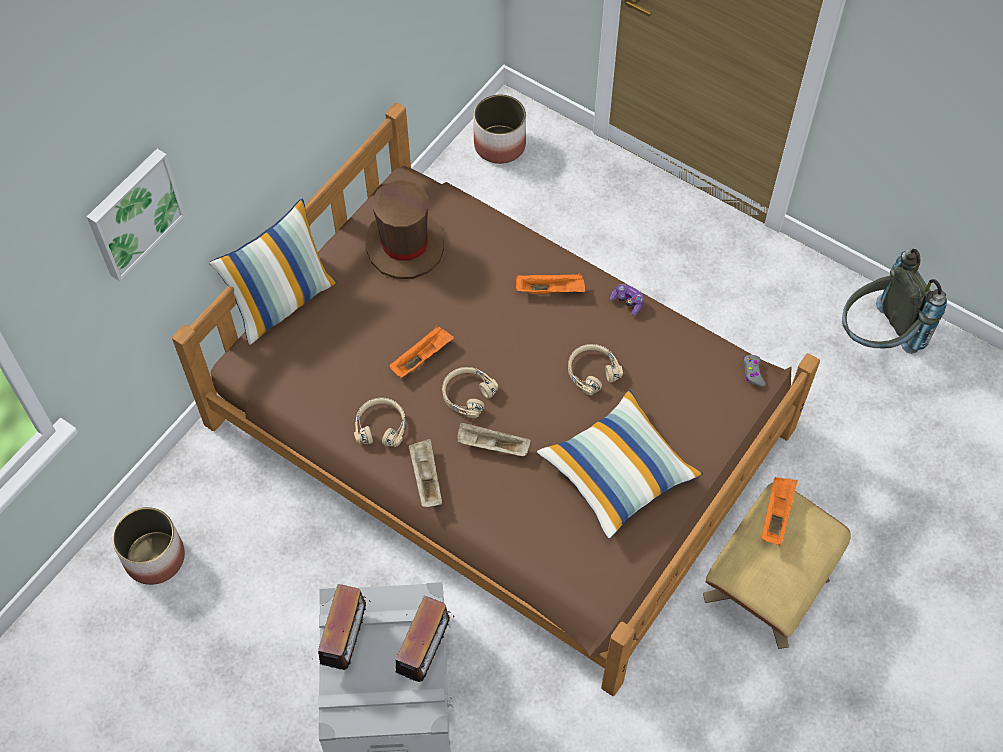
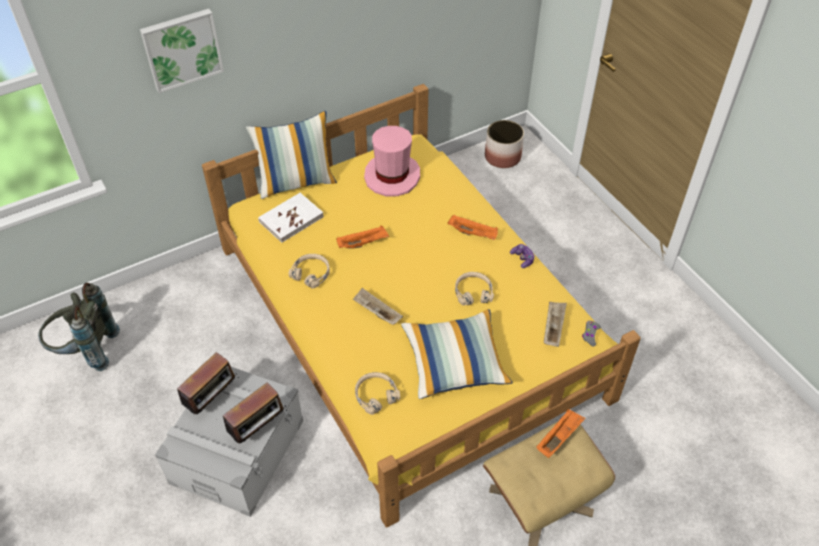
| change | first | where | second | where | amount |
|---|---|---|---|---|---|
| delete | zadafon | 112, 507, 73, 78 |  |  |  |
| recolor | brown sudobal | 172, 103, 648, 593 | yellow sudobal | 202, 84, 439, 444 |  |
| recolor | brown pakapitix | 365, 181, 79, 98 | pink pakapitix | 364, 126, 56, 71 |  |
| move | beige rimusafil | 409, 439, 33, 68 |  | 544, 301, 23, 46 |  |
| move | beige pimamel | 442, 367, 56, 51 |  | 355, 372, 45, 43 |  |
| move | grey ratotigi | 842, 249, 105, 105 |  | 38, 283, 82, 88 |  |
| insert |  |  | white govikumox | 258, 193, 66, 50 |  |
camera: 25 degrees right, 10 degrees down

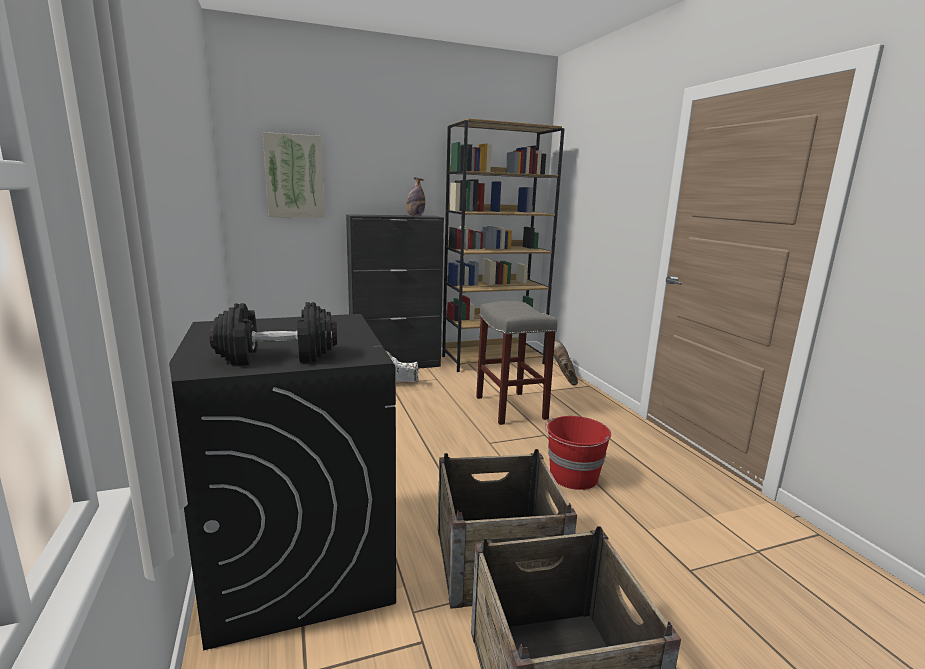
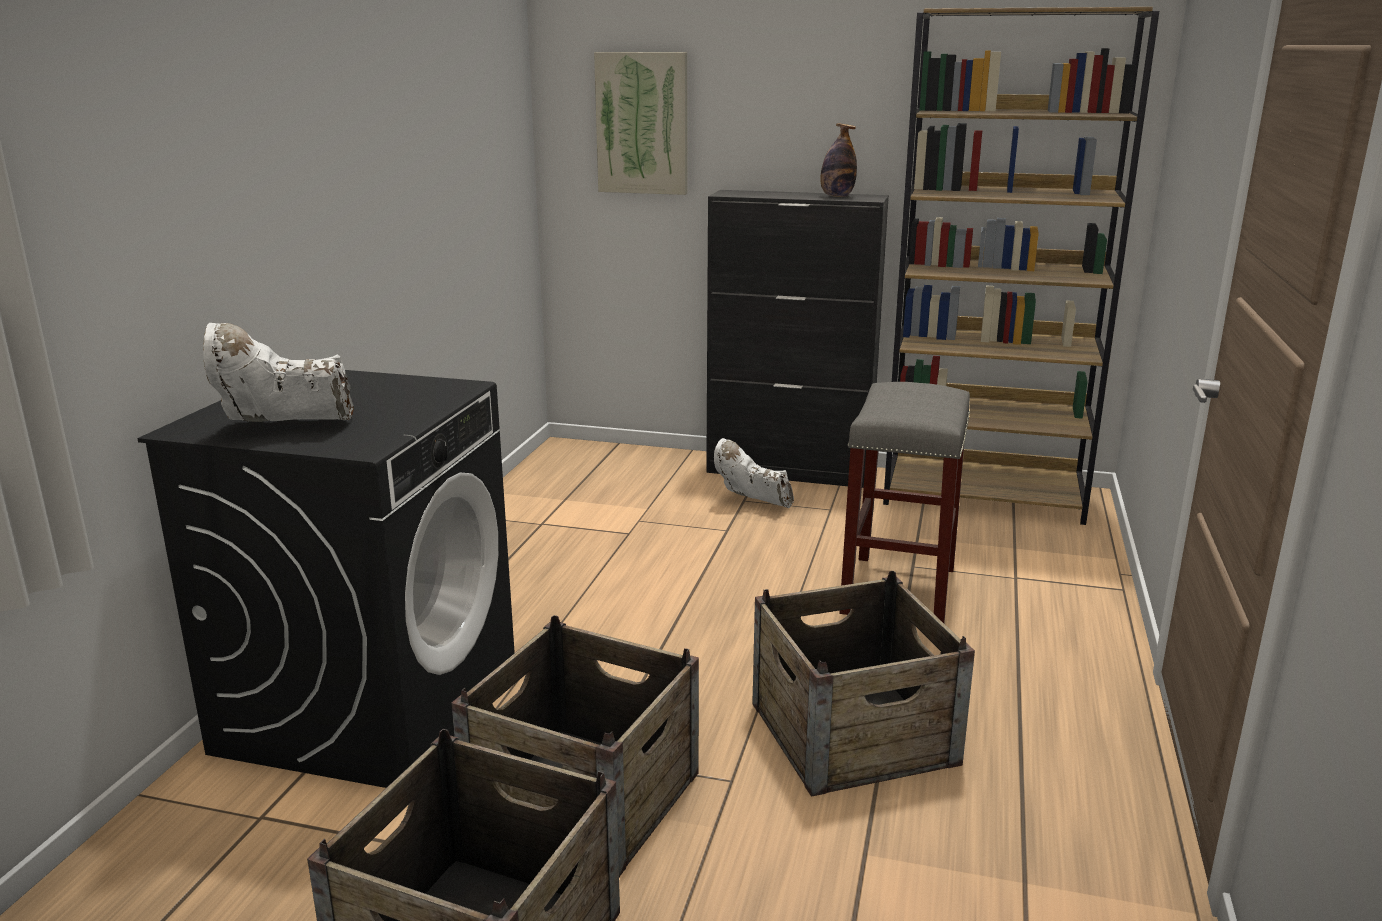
| change | first | where | second | where | amount |
|---|---|---|---|---|---|
| replace | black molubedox | 209, 302, 128, 63 | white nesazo | 203, 323, 151, 99 |  |
| replace | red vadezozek | 545, 416, 66, 74 | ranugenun | 752, 571, 223, 225 |  |
| delete | brown nesazo | 554, 340, 24, 46 |  |  |  |
camera: 35 degrees right, 5 degrees up

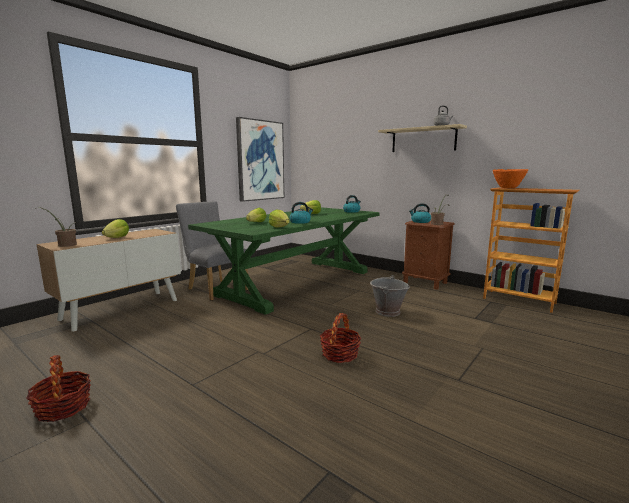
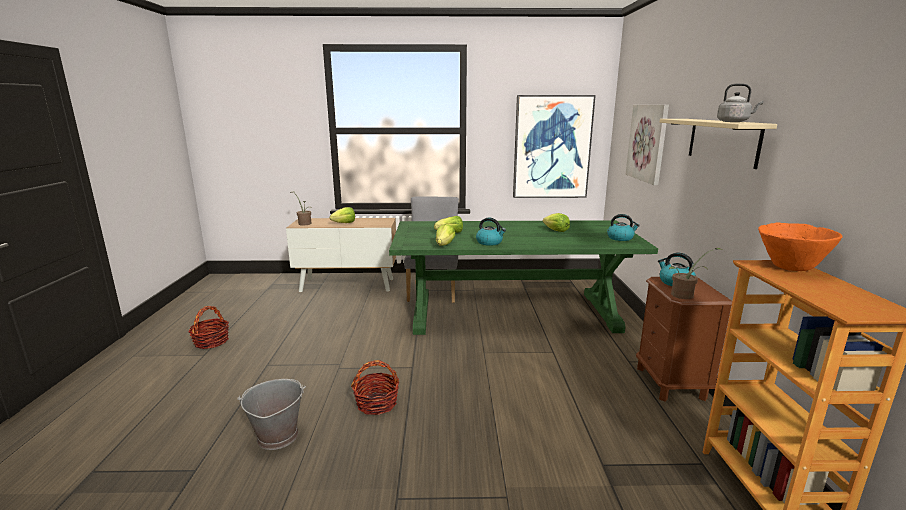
| change | first | where | second | where | amount |
|---|---|---|---|---|---|
| move | grey vadezozek | 370, 275, 40, 42 |  | 237, 379, 69, 71 |  |
| insert |  |  | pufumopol | 626, 105, 43, 80 |  |
camera: 50 degrees right, 5 degrees up

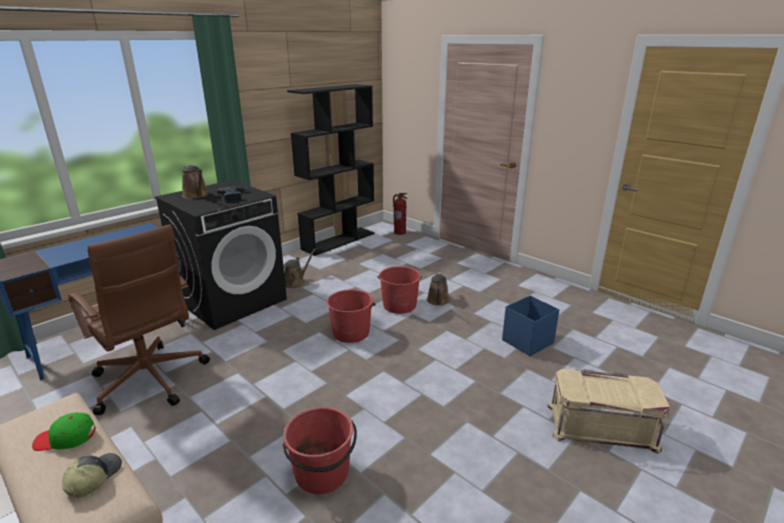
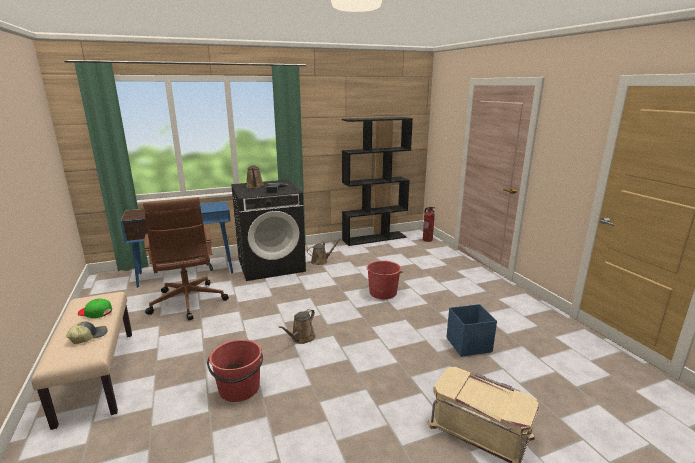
| change | first | where | second | where | amount |
|---|---|---|---|---|---|
| delete | red vadezozek | 326, 289, 49, 54 |  |  |  |
| move | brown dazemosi | 427, 272, 23, 34 |  | 279, 309, 36, 35 |  |
camera: 25 degrees right, 5 degrees down

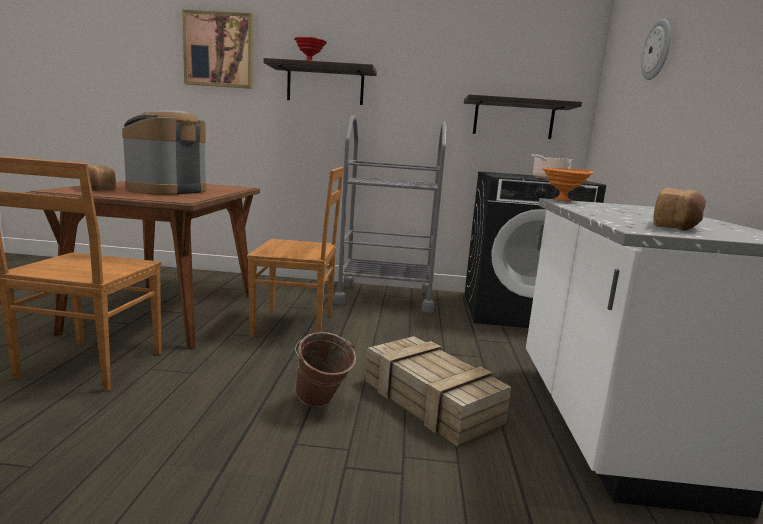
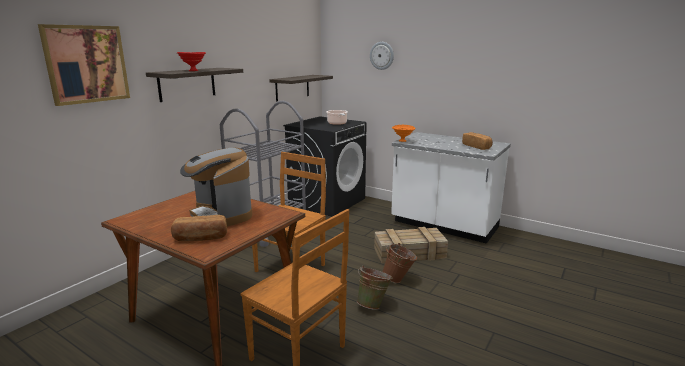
| change | first | where | second | where | amount |
|---|---|---|---|---|---|
| insert |  |  | green vadezozek | 357, 265, 36, 45 |  |
camera: 60 degrees left, 5 degrees up

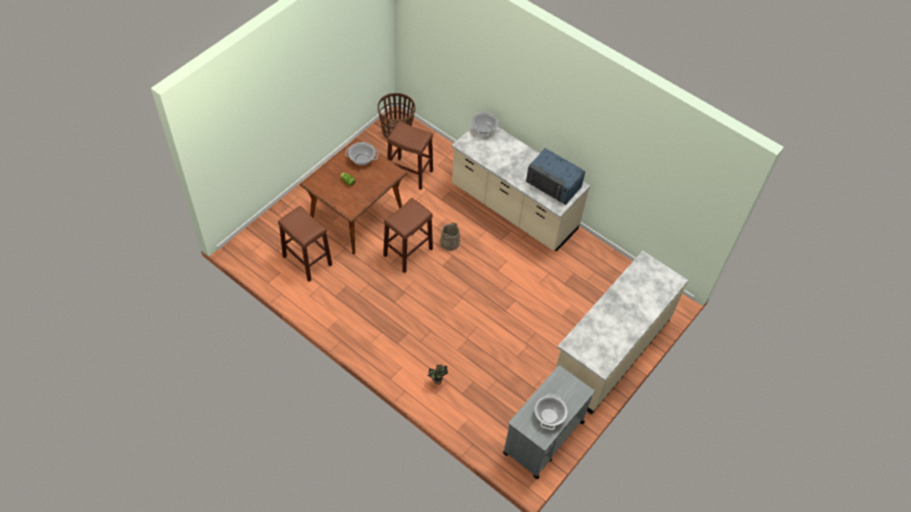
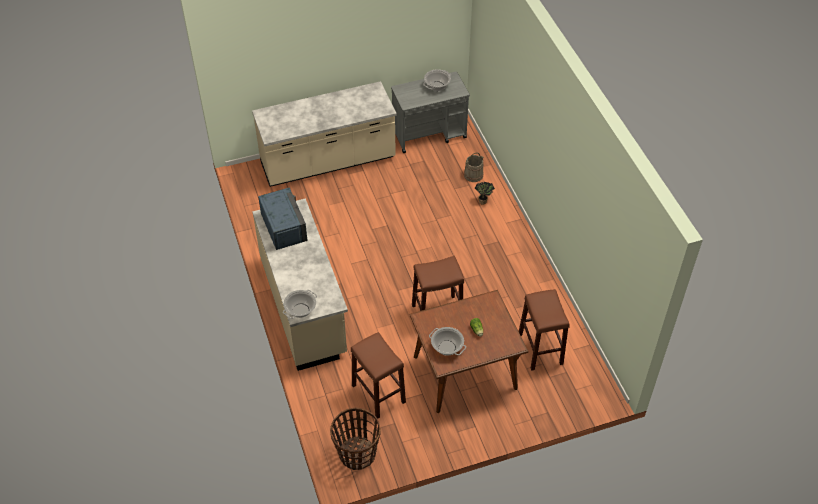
| change | first | where | second | where | amount |
|---|---|---|---|---|---|
| move | beige vadezozek | 440, 222, 20, 29 |  | 464, 153, 20, 29 |  |
camera: 145 degrees left, 5 degrees down

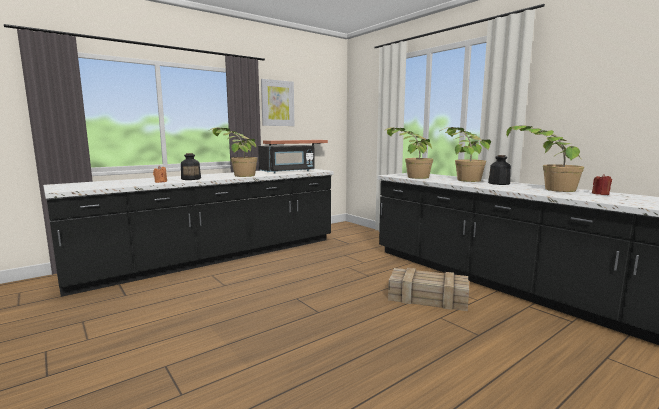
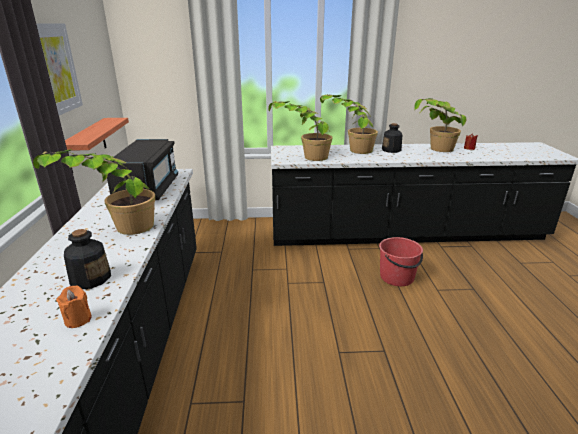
| change | first | where | second | where | amount |
|---|---|---|---|---|---|
| replace | ranugenun | 388, 268, 81, 43 | red vadezozek | 379, 237, 44, 49 |  |
camera: 55 degrees left, 15 degrees up

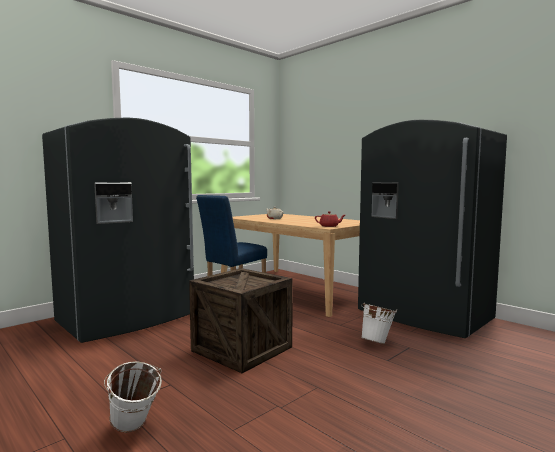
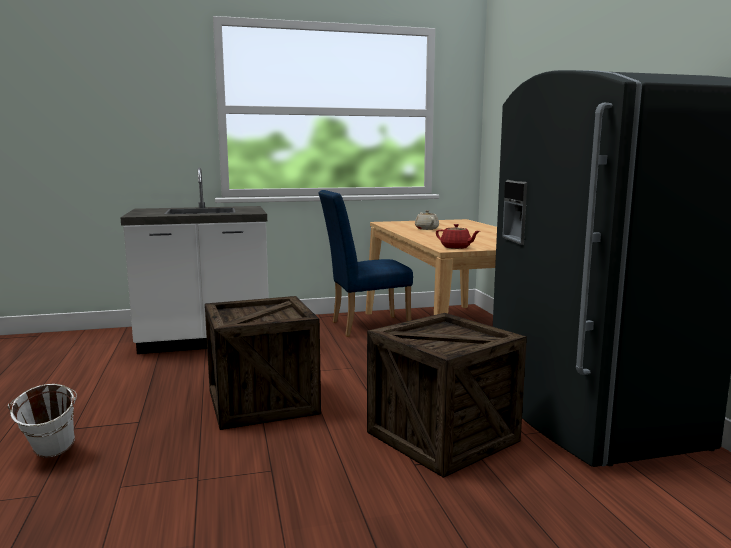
| change | first | where | second | where | amount |
|---|---|---|---|---|---|
| replace | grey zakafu | 42, 118, 152, 225 | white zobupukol | 120, 168, 149, 186 |  |
| replace | white vadezozek | 361, 302, 36, 42 | ranugenun | 367, 313, 160, 165 |  |
camera: 30 degrees right, 5 degrees up

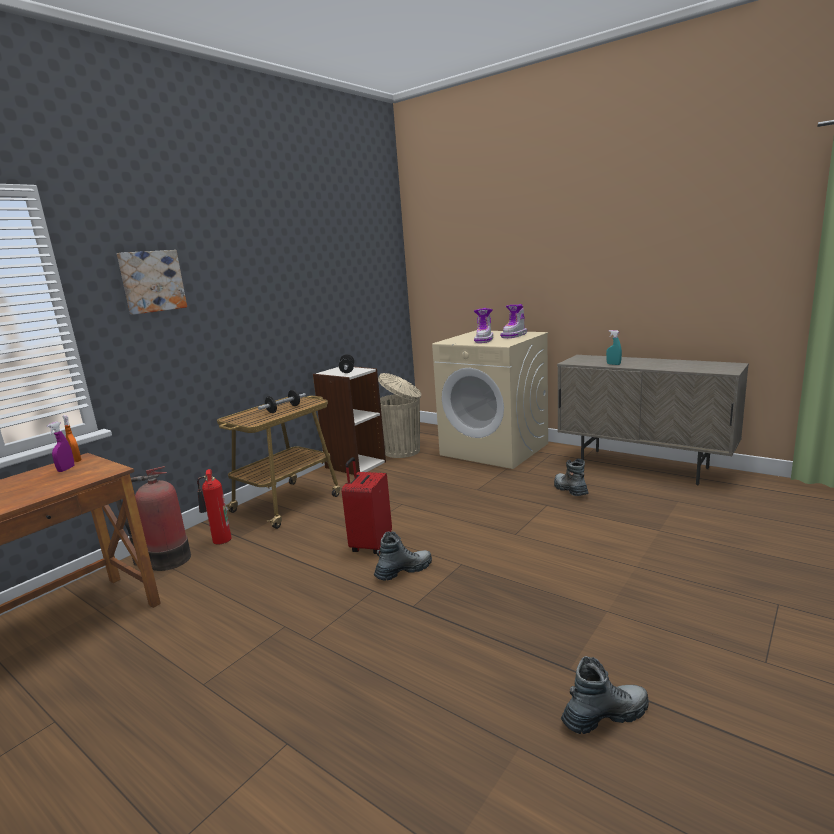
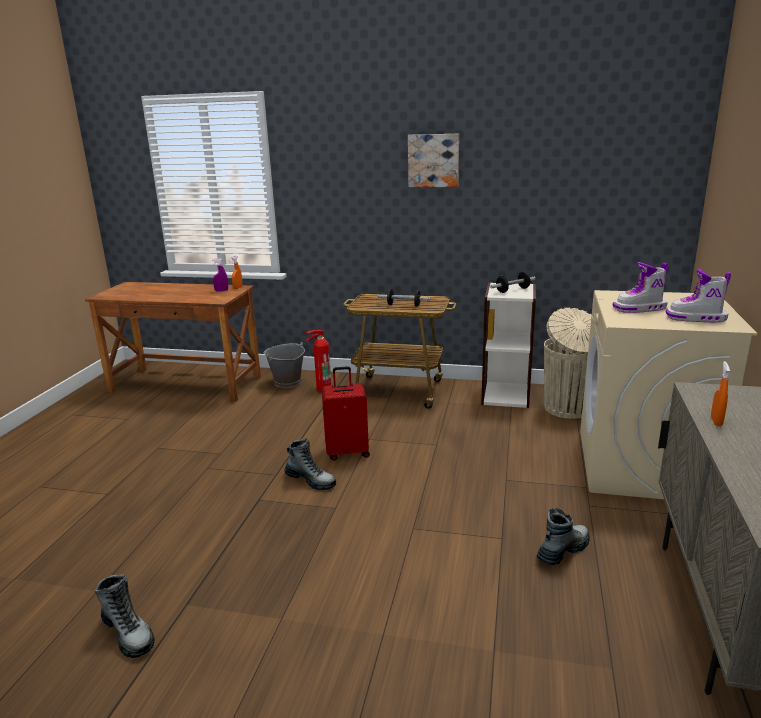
| change | first | where | second | where | amount |
|---|---|---|---|---|---|
| replace | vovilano | 116, 466, 75, 105 | grey vadezozek | 263, 342, 42, 46 |  |
| move | pufumopol | 117, 250, 70, 65 |  | 408, 134, 51, 53 |  |
| recolor | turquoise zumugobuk | 606, 330, 16, 35 | orange zumugobuk | 711, 361, 19, 65 |  |
camera: 65 degrees right, 5 degrees up

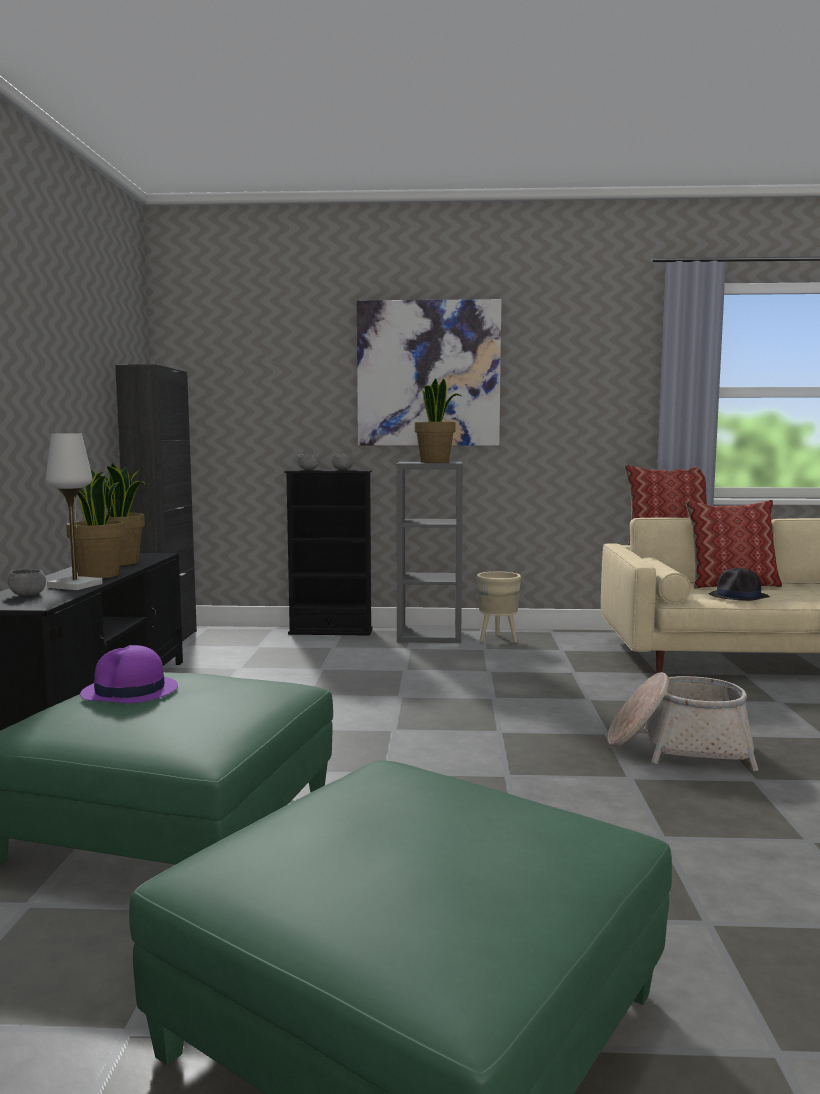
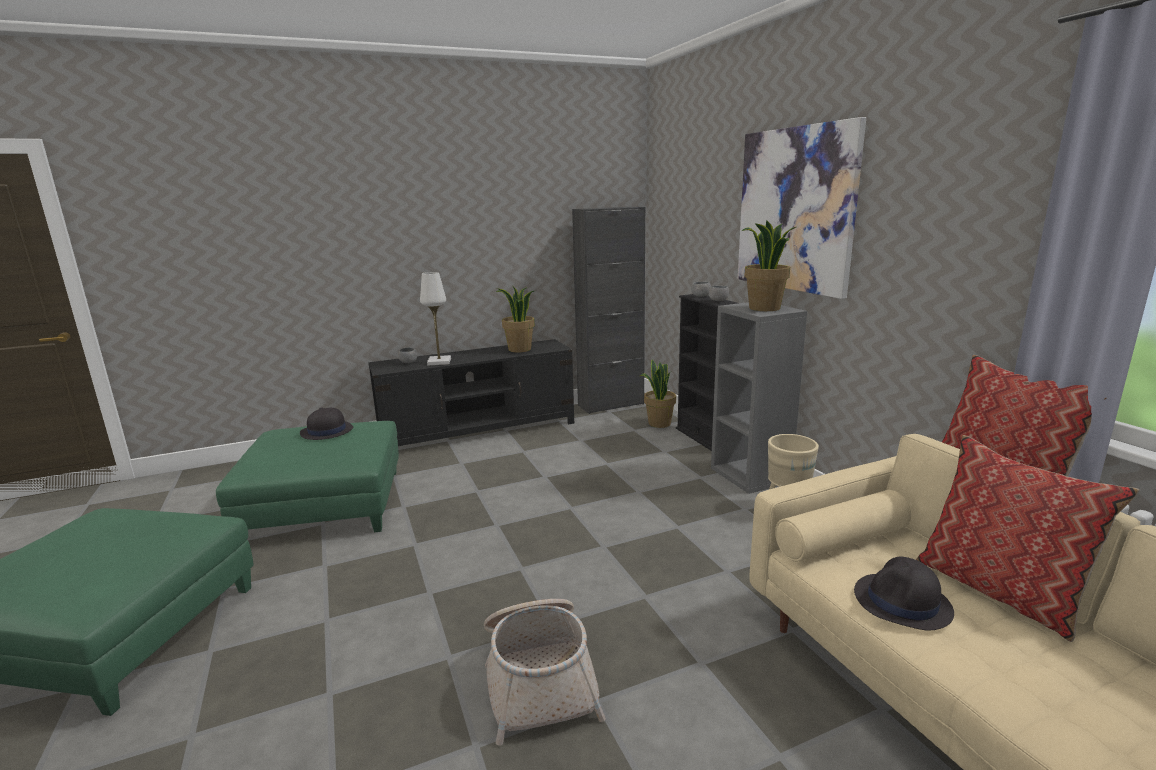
| change | first | where | second | where | amount |
|---|---|---|---|---|---|
| move | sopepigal | 66, 468, 59, 110 |  | 640, 359, 36, 69 |  |
| recolor | purple pakapitix | 80, 645, 98, 58 | black pakapitix | 300, 407, 53, 33 |  |
camera: 65 degrees right, 10 degrees up

